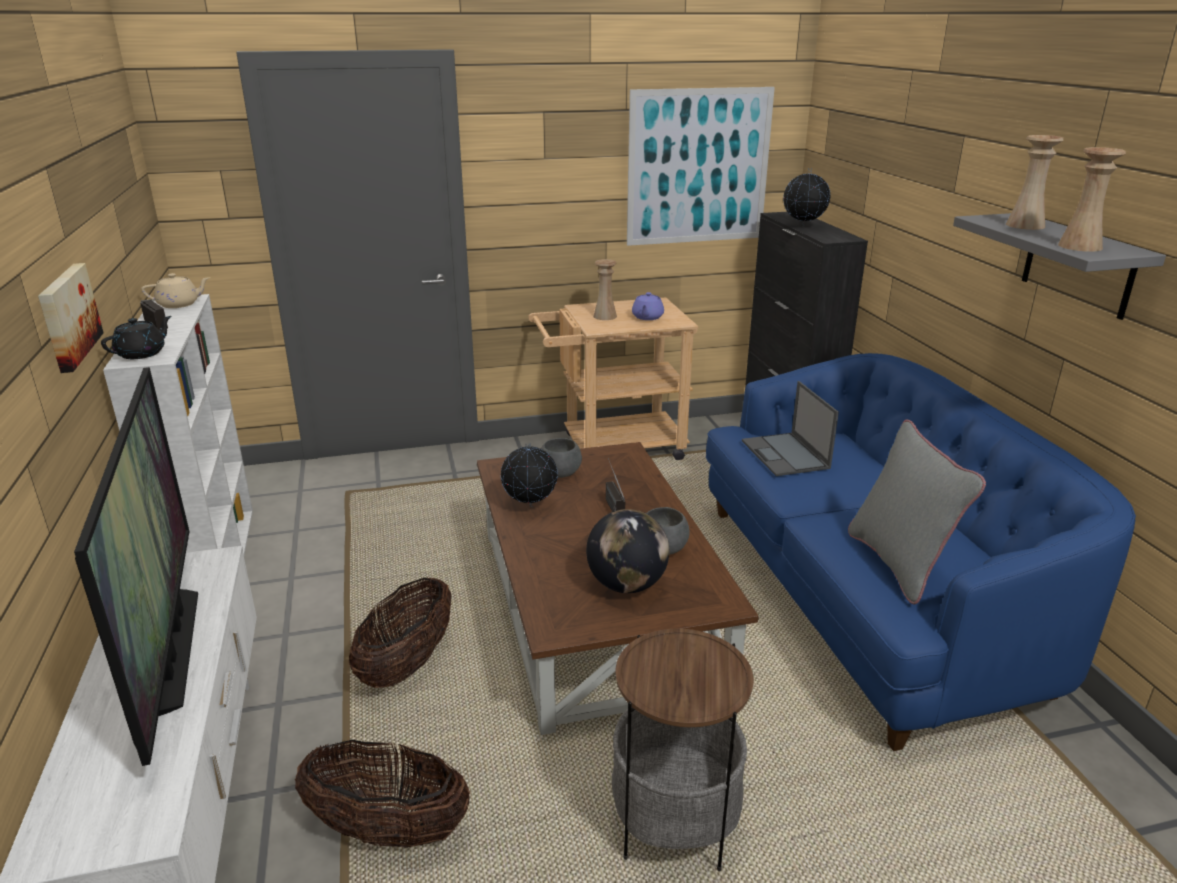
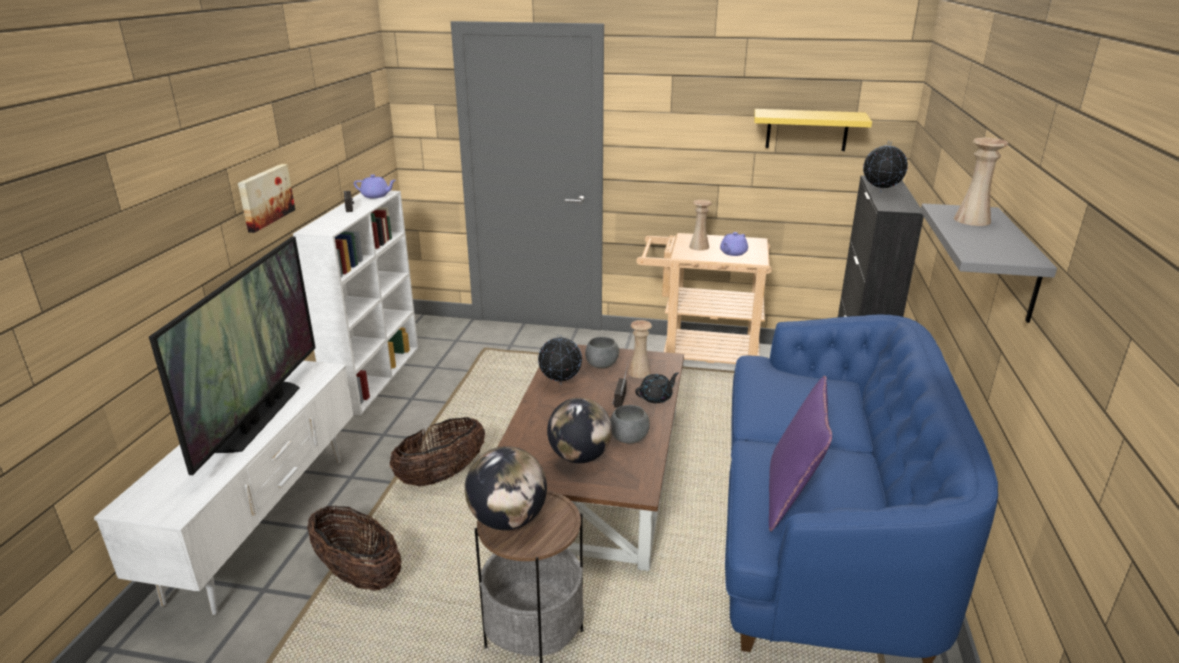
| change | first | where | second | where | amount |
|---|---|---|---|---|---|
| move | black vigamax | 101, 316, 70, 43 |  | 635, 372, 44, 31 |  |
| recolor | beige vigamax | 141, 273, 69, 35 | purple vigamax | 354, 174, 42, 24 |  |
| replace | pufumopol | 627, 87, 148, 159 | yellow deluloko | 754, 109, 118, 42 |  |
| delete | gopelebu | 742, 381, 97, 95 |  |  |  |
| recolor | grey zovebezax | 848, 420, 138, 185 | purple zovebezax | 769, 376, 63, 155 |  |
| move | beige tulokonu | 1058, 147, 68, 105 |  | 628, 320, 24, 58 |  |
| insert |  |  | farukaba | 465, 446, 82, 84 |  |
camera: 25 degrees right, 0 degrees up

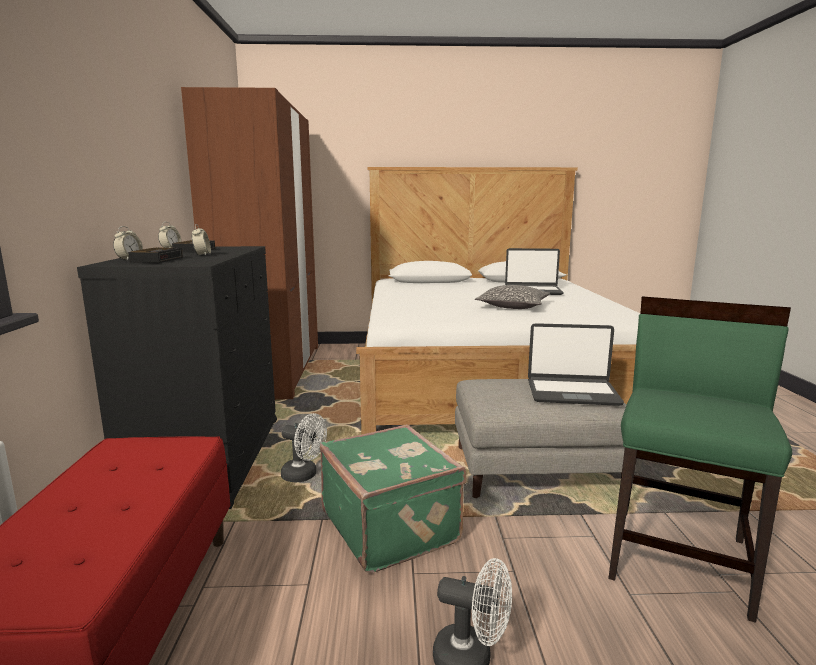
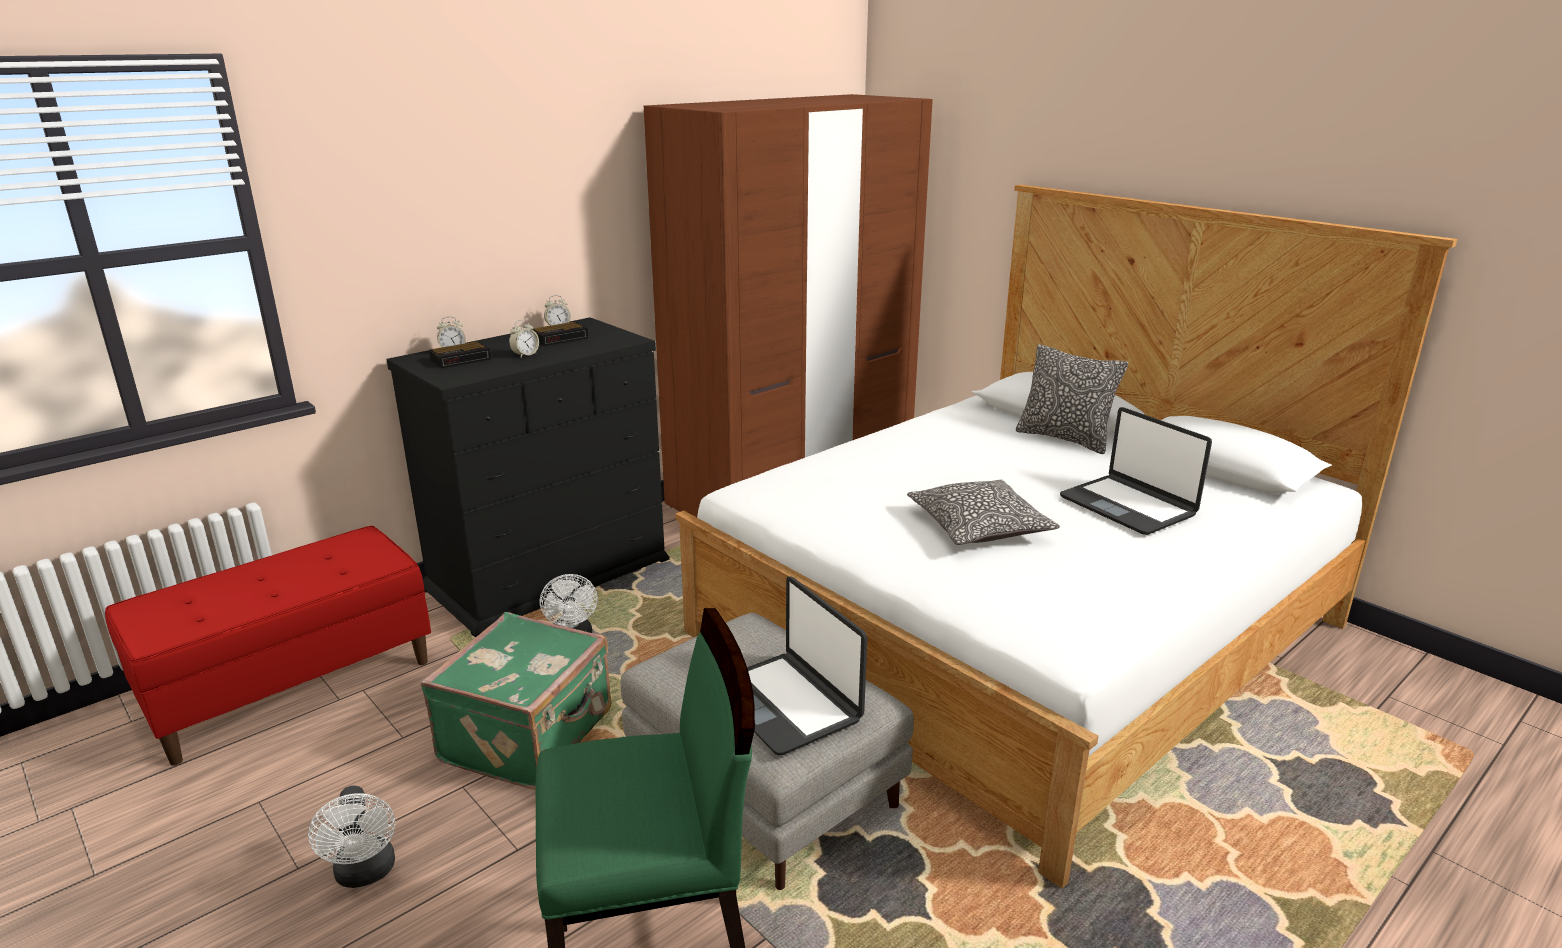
| change | first | where | second | where | amount |
|---|---|---|---|---|---|
| insert |  |  | zovebezax | 1016, 344, 112, 110 |  |
camera: 50 degrees right, 10 degrees up

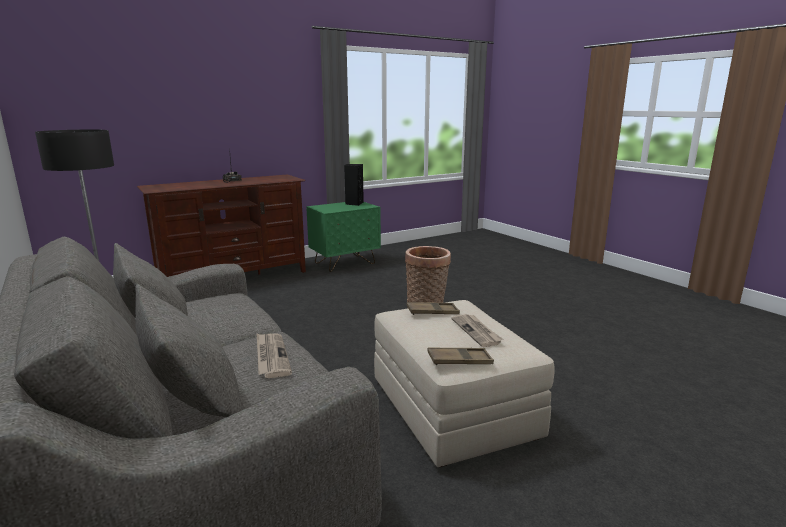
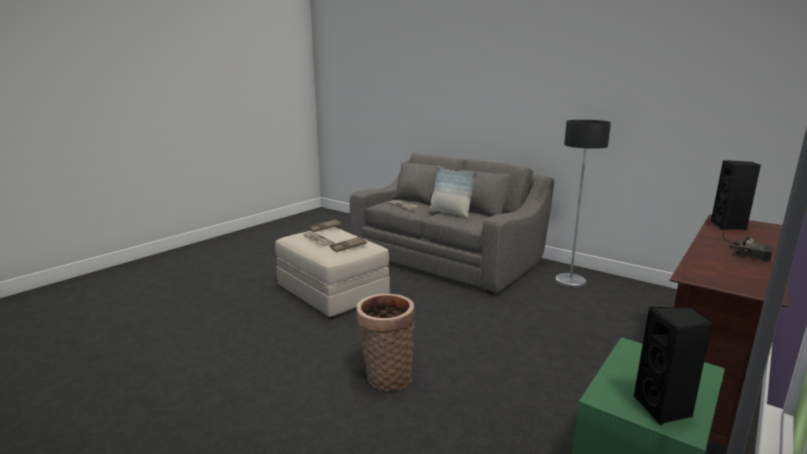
| change | first | where | second | where | amount |
|---|---|---|---|---|---|
| insert |  |  | zovebezax | 428, 166, 49, 52 |  |
| insert |  |  | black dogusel | 711, 160, 50, 70 |  |
camera: 160 degrees right, 0 degrees up

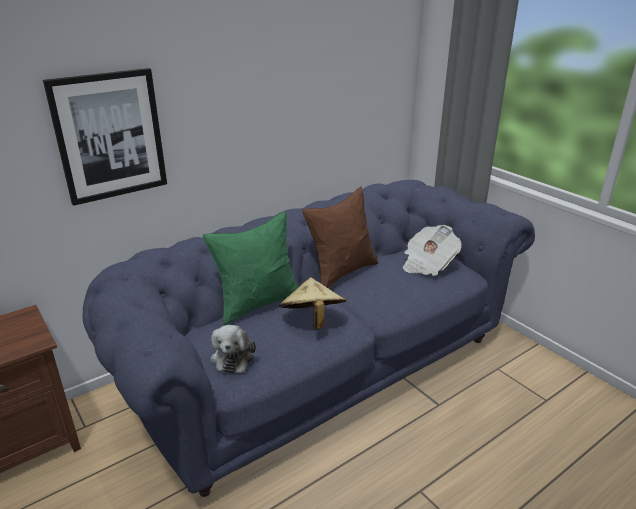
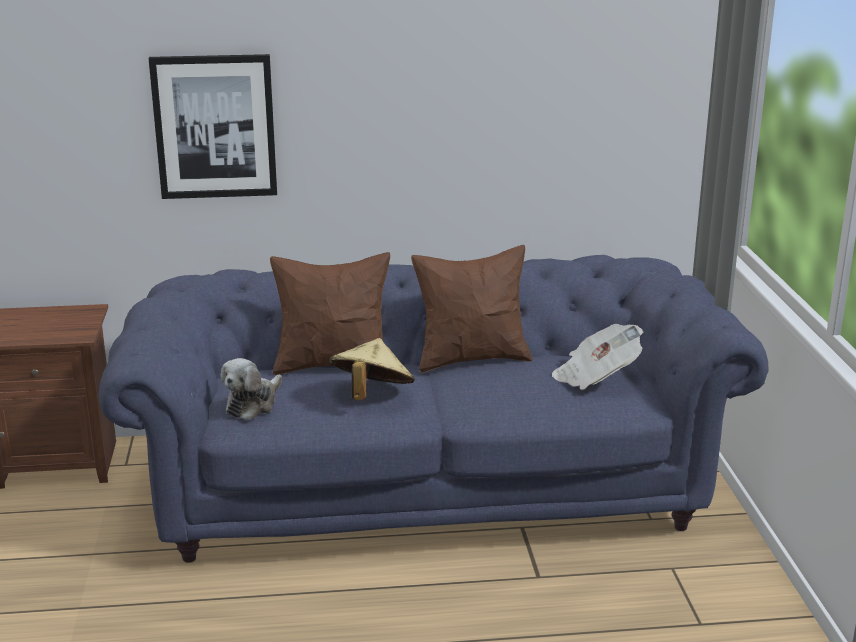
| change | first | where | second | where | amount |
|---|---|---|---|---|---|
| recolor | green zovebezax | 203, 211, 95, 115 | brown zovebezax | 270, 252, 120, 123 |  |
camera: 30 degrees right, 5 degrees down

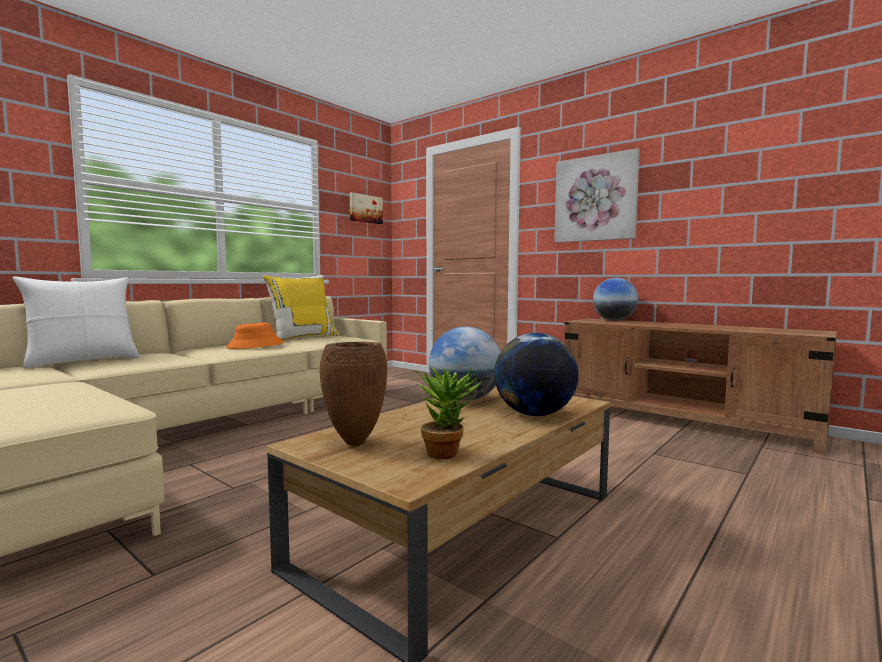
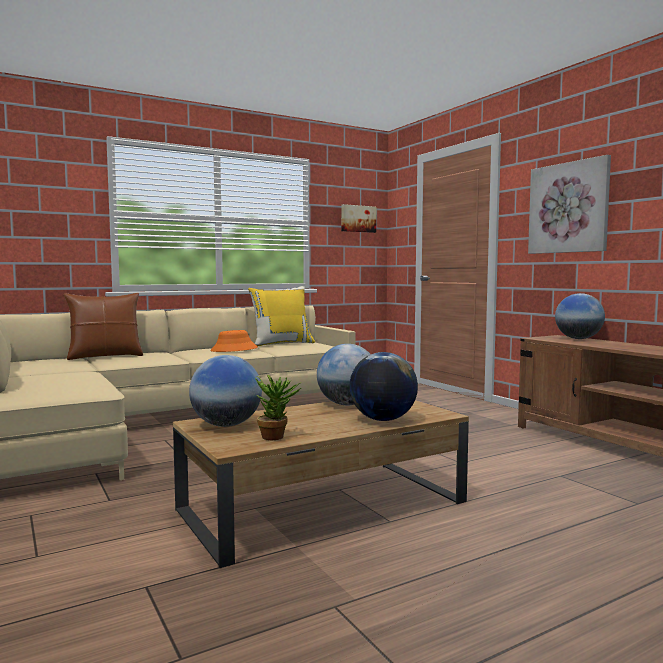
| change | first | where | second | where | amount |
|---|---|---|---|---|---|
| recolor | white zovebezax | 12, 276, 128, 92 | brown zovebezax | 64, 293, 79, 67 |  |
| replace | brown tulokonu | 319, 342, 68, 104 | farukaba | 189, 355, 73, 72 |  |
camera: 20 degrees right, 0 degrees up

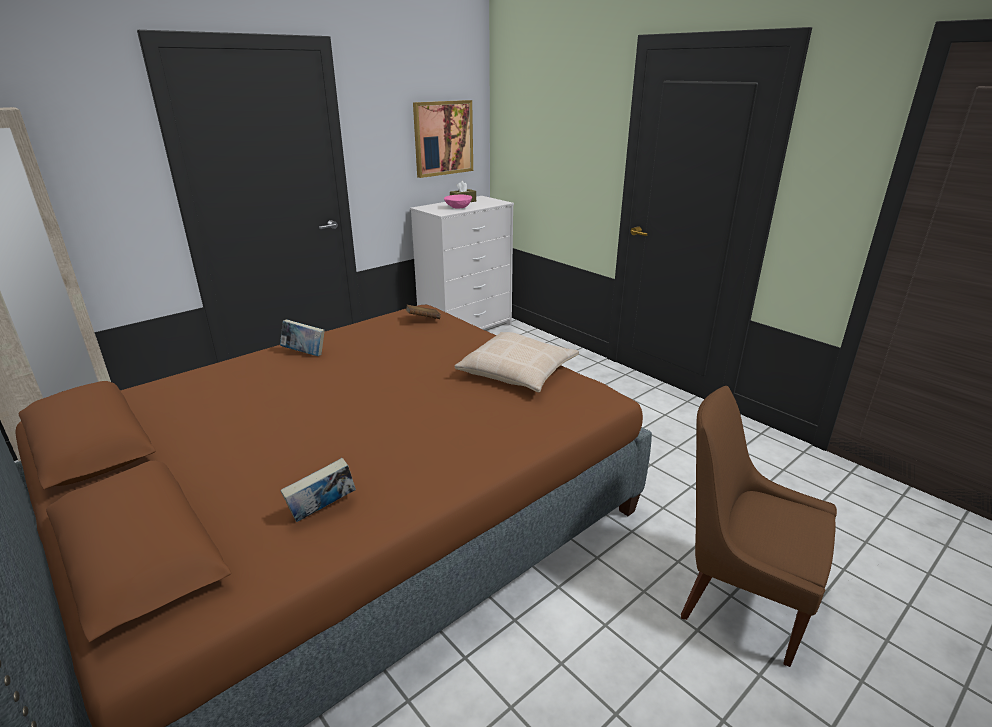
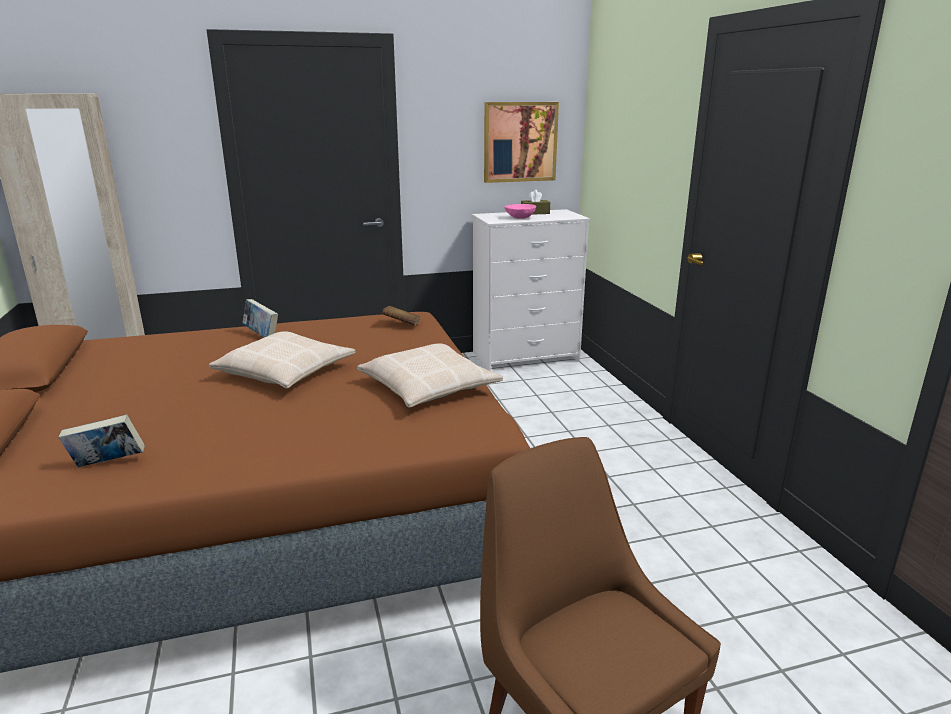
| change | first | where | second | where | amount |
|---|---|---|---|---|---|
| insert |  |  | beige zovebezax | 209, 331, 146, 57 |  |
camera: 25 degrees right, 5 degrees down

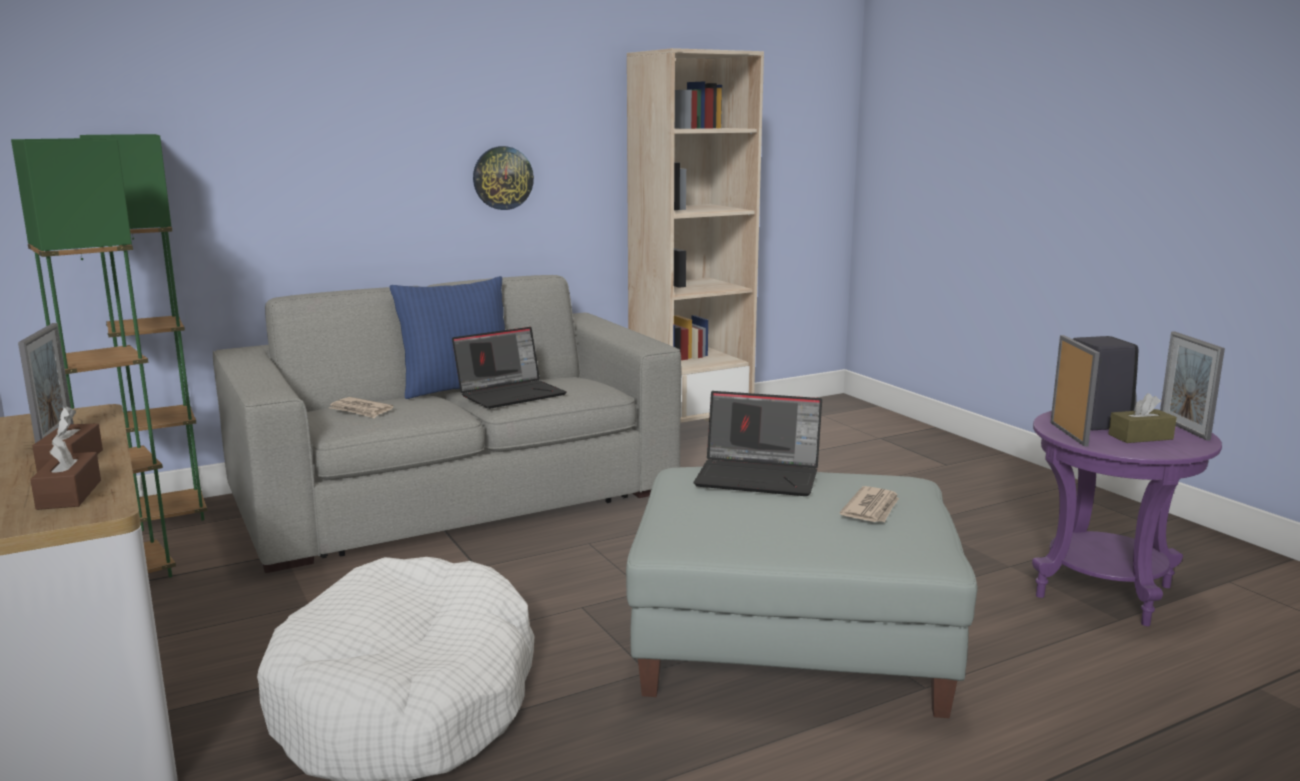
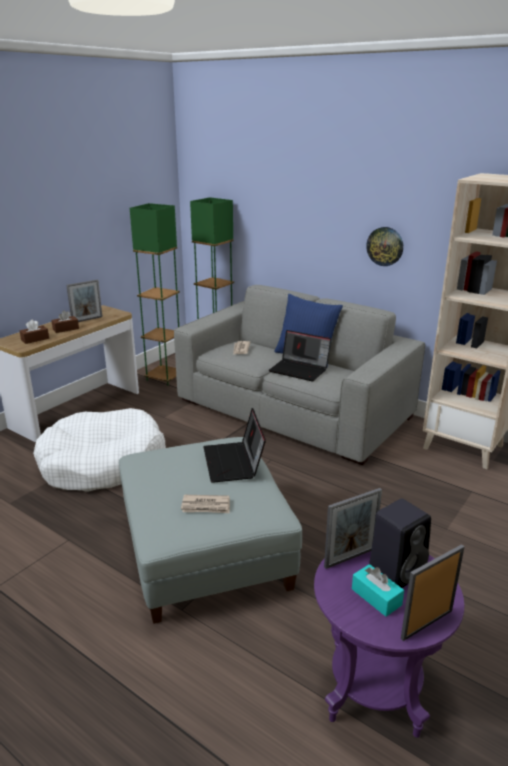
| change | first | where | second | where | amount |
|---|---|---|---|---|---|
| recolor | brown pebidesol | 1108, 393, 69, 50 | turquoise pebidesol | 352, 564, 52, 53 |  |
camera: 65 degrees right, 10 degrees up

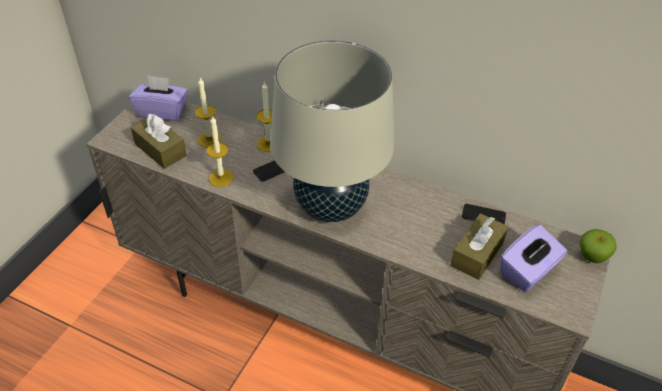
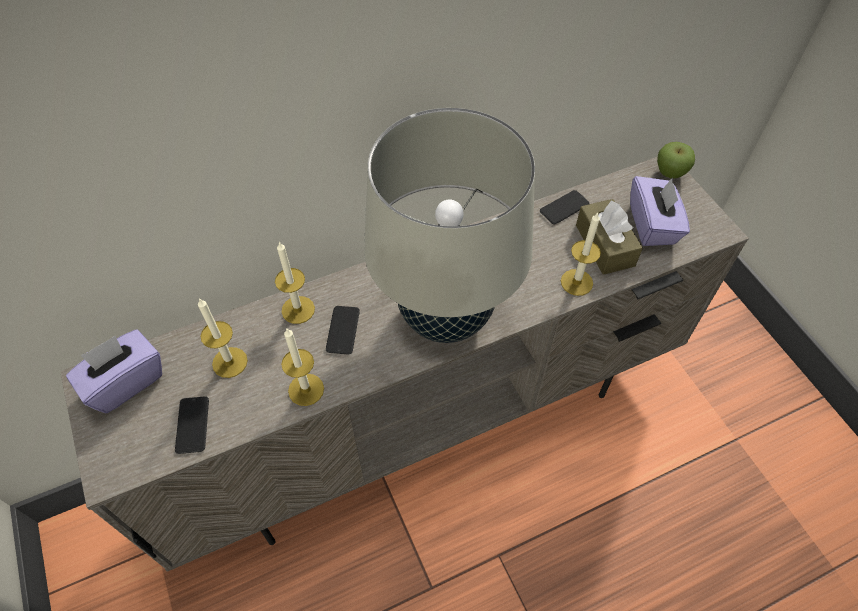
| change | first | where | second | where | amount |
|---|---|---|---|---|---|
| replace | brown pebidesol | 131, 114, 56, 55 | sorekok | 175, 396, 34, 58 |  |
| insert |  |  | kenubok | 561, 212, 40, 84 |  |
camera: 50 degrees left, 10 degrees up

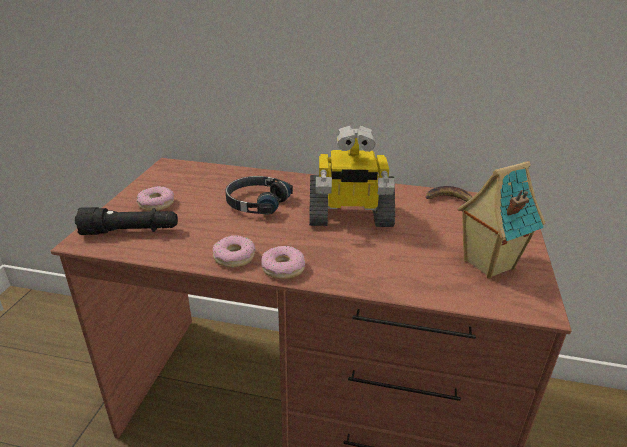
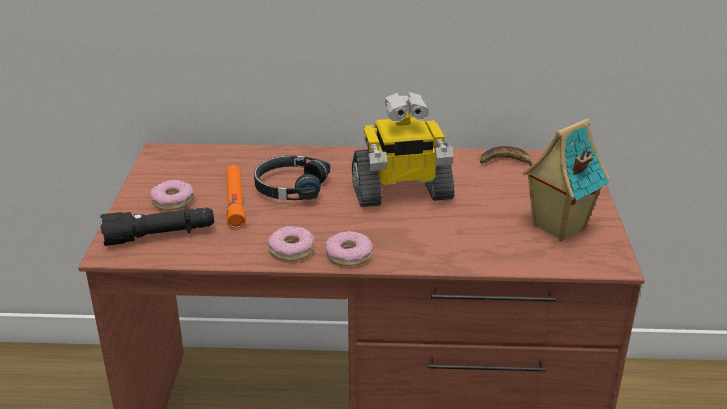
| change | first | where | second | where | amount |
|---|---|---|---|---|---|
| insert |  |  | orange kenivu | 226, 165, 20, 63 |  |
camera: 10 degrees left, 0 degrees up

